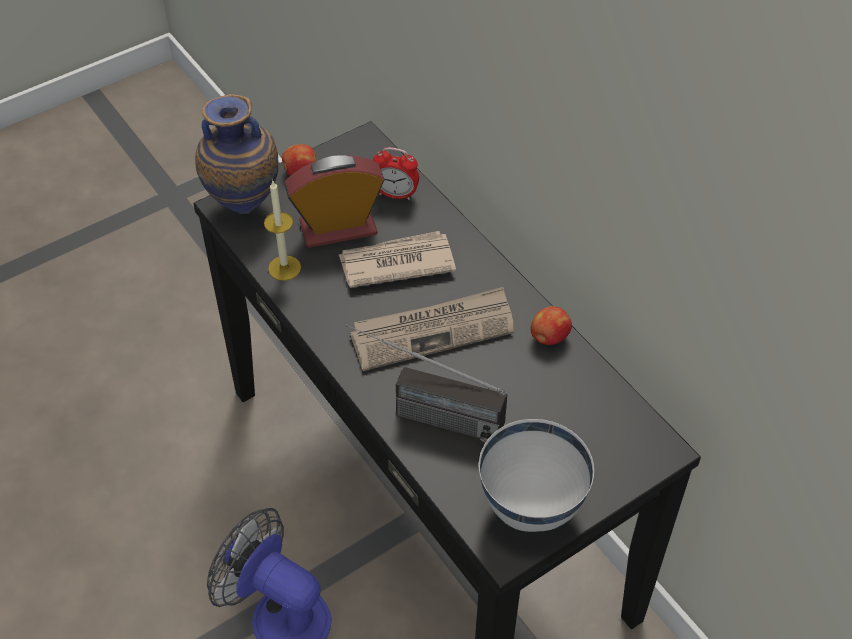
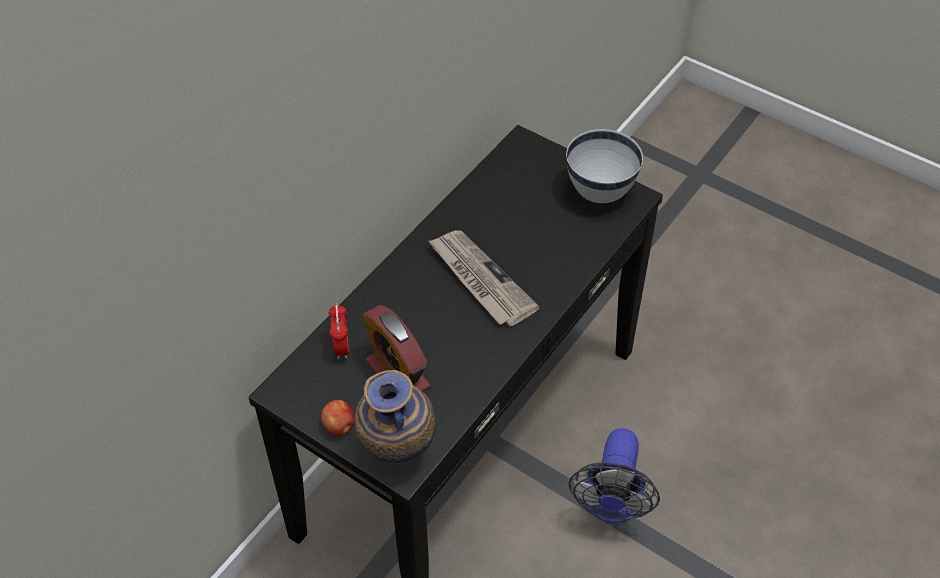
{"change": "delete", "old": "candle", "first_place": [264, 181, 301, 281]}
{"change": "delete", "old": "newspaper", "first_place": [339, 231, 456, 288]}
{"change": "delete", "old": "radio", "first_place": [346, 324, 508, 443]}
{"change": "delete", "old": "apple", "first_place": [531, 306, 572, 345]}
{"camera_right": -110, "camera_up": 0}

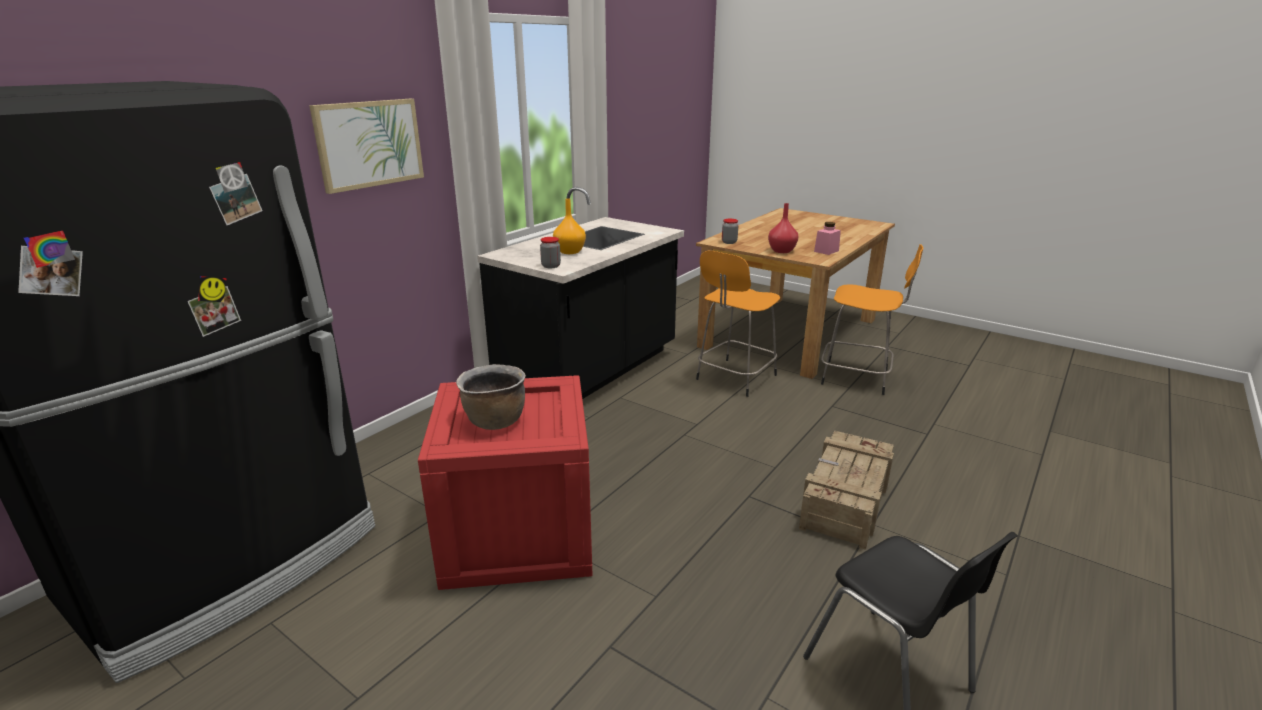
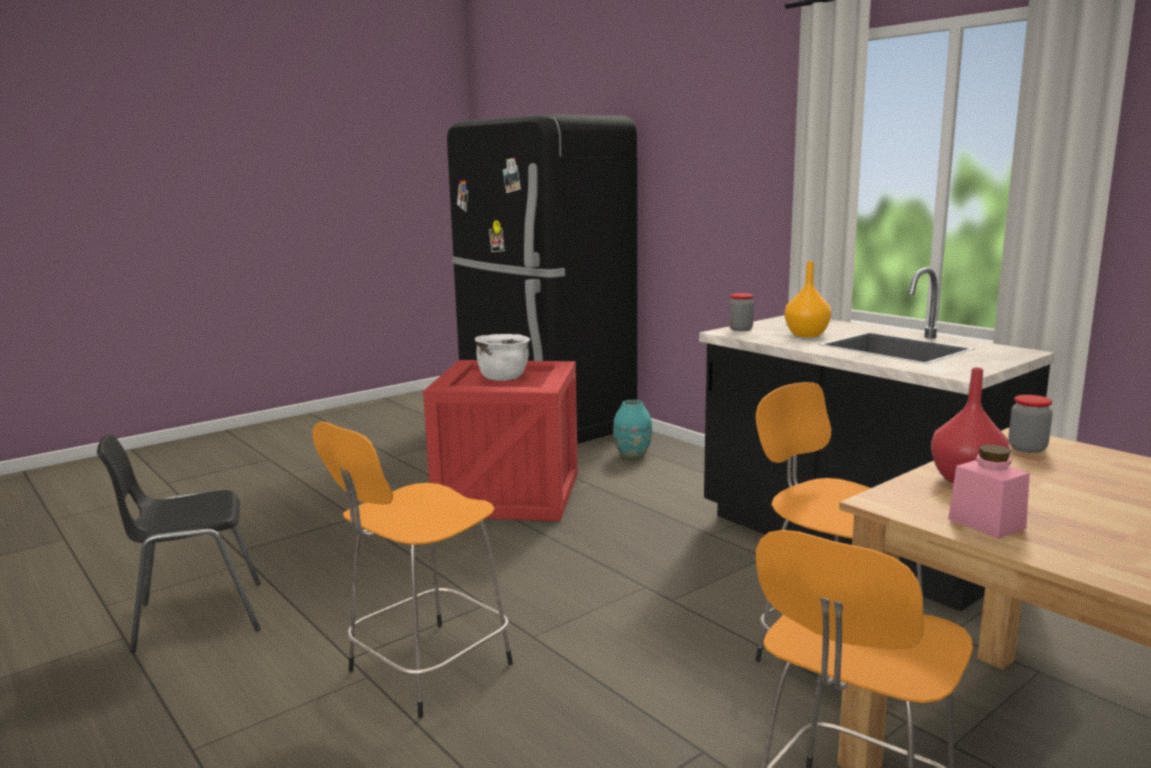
{"change": "delete", "old": "picture", "first_place": [309, 99, 424, 194]}
{"change": "recolor", "old": "brown cooking pot", "new": "white cooking pot", "first_place": [456, 364, 526, 430], "second_place": [475, 334, 530, 381]}
{"change": "replace", "old": "crate", "new": "orange stool", "first_place": [799, 431, 894, 550], "second_place": [312, 422, 513, 718]}
{"change": "insert", "new": "turquoise vase", "second_place": [613, 400, 652, 458]}
{"camera_right": 105, "camera_up": -10}

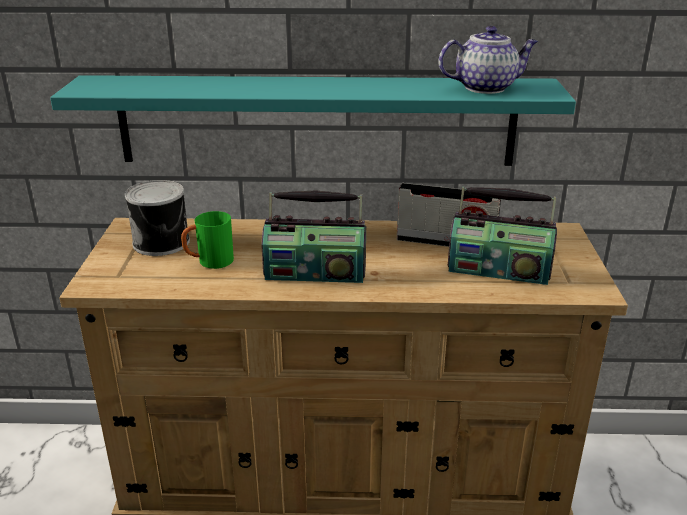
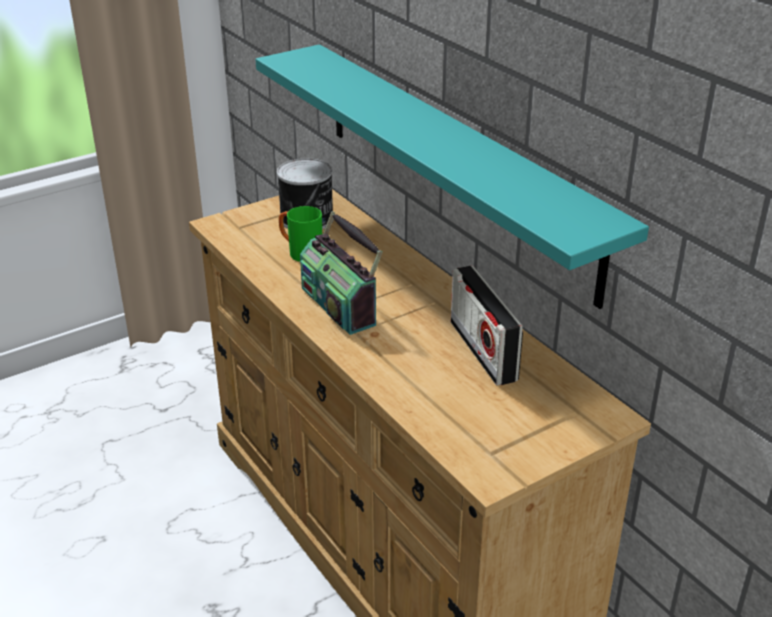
{"change": "delete", "old": "teapot", "first_place": [438, 26, 538, 94]}
{"change": "delete", "old": "radio", "first_place": [448, 187, 557, 285]}
{"camera_right": 55, "camera_up": 5}

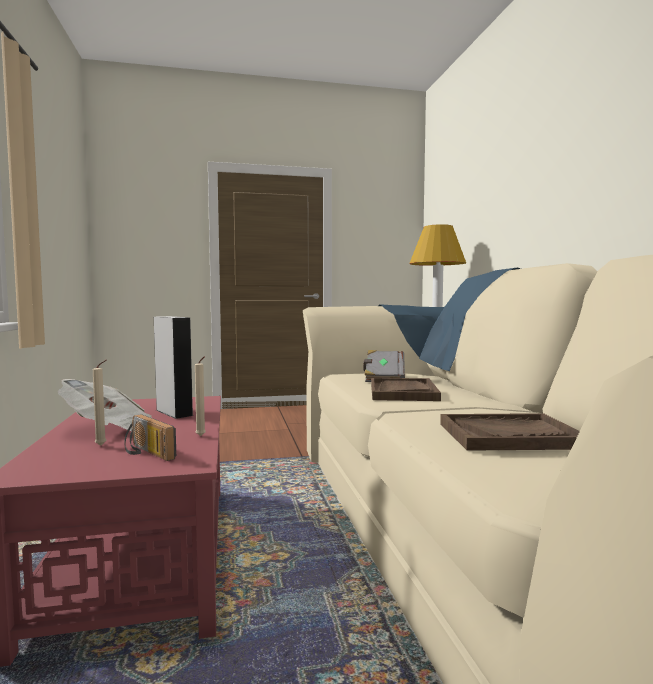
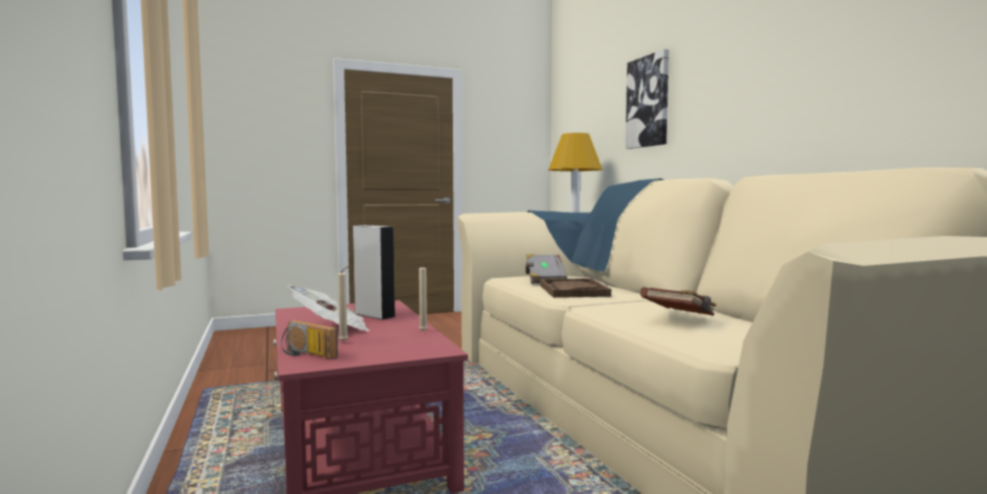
{"change": "move", "old": "radio", "first_place": [124, 414, 176, 461], "second_place": [281, 320, 338, 359]}
{"change": "replace", "old": "brown tray", "new": "brown book", "first_place": [440, 413, 580, 451], "second_place": [640, 287, 716, 316]}
{"change": "insert", "new": "picture", "second_place": [625, 49, 669, 149]}
{"camera_right": -10, "camera_up": 0}

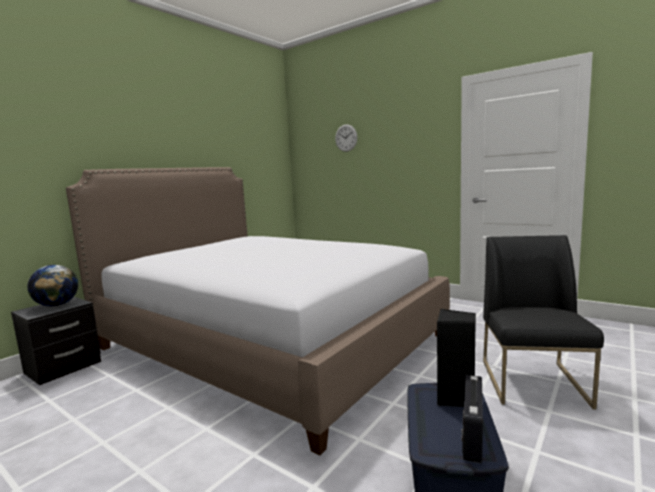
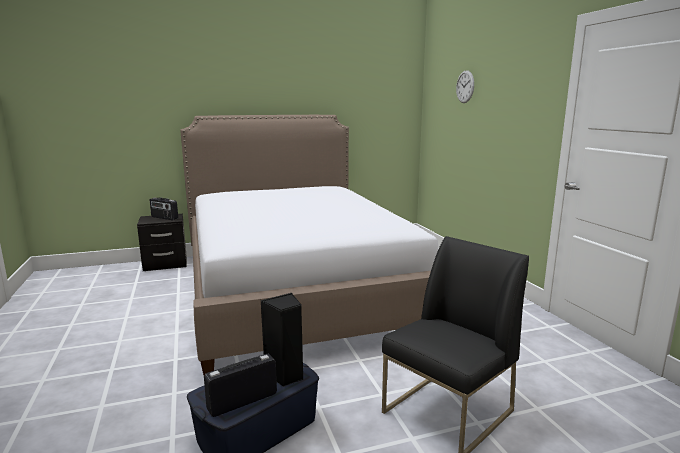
{"change": "replace", "old": "globe", "new": "radio", "first_place": [27, 265, 78, 307], "second_place": [150, 197, 178, 220]}
{"camera_right": 35, "camera_up": 5}

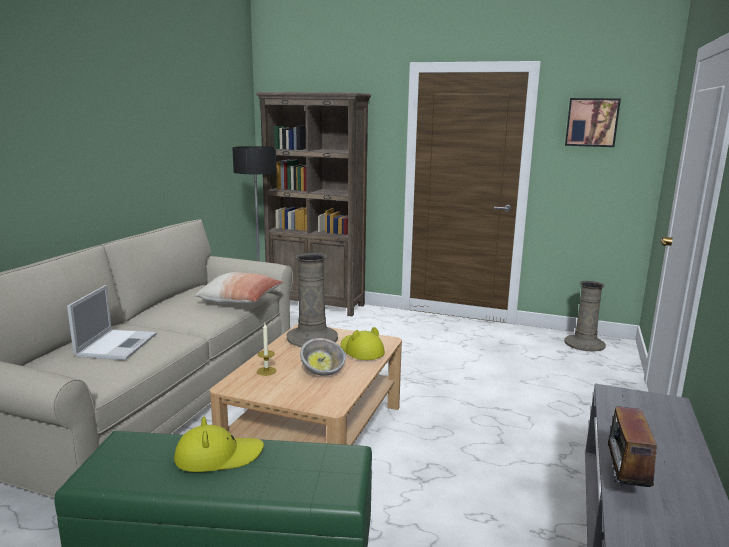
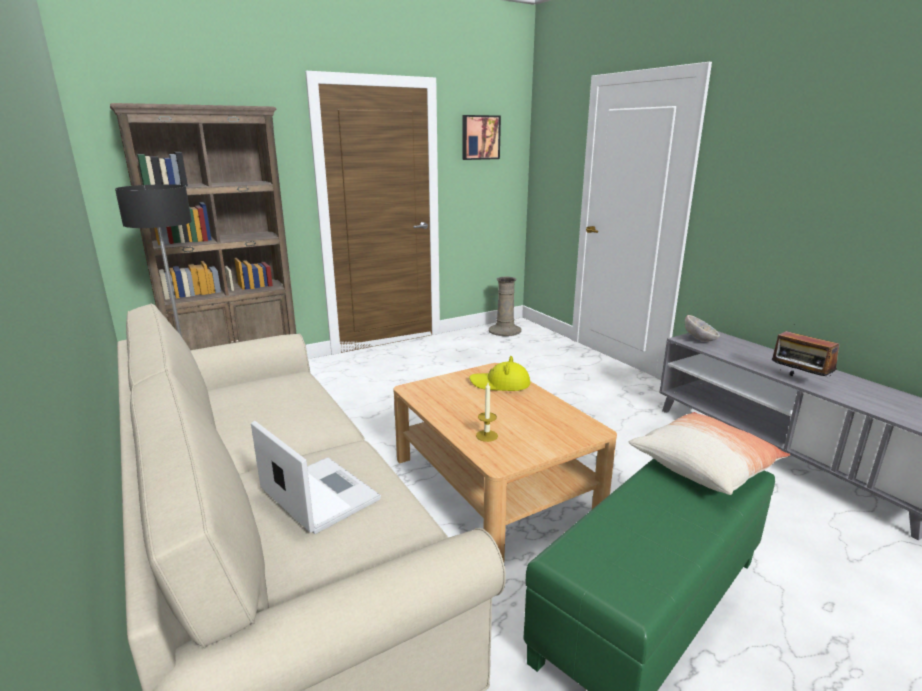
{"change": "delete", "old": "yellow hat", "first_place": [174, 417, 264, 472]}
{"change": "move", "old": "pillow", "first_place": [195, 272, 284, 304], "second_place": [629, 412, 790, 495]}
{"change": "delete", "old": "beige vase", "first_place": [287, 253, 338, 347]}
{"change": "move", "old": "bowl", "first_place": [300, 338, 346, 376], "second_place": [685, 315, 720, 342]}
{"camera_right": -50, "camera_up": 5}

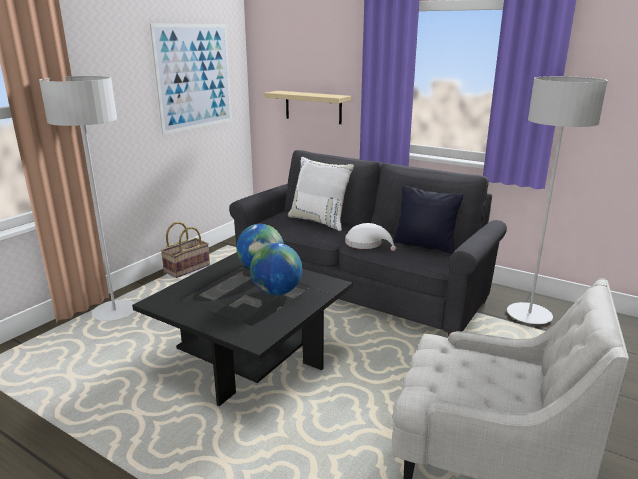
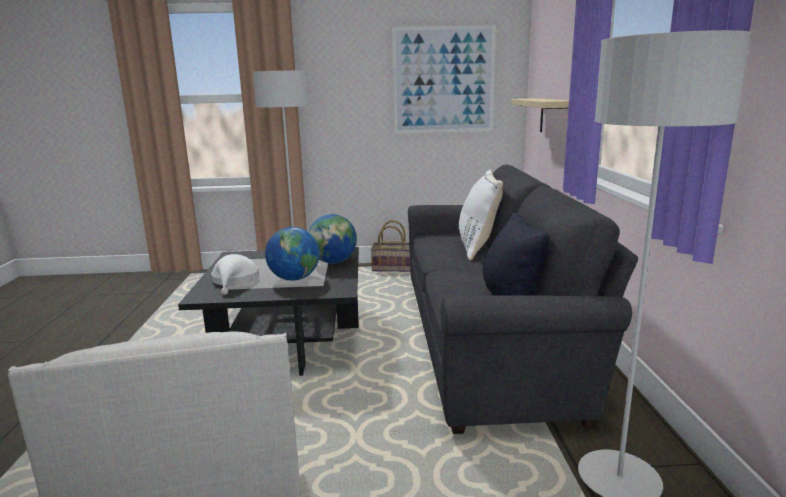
{"change": "move", "old": "white hat", "first_place": [345, 223, 396, 251], "second_place": [211, 254, 259, 295]}
{"camera_right": 55, "camera_up": -5}

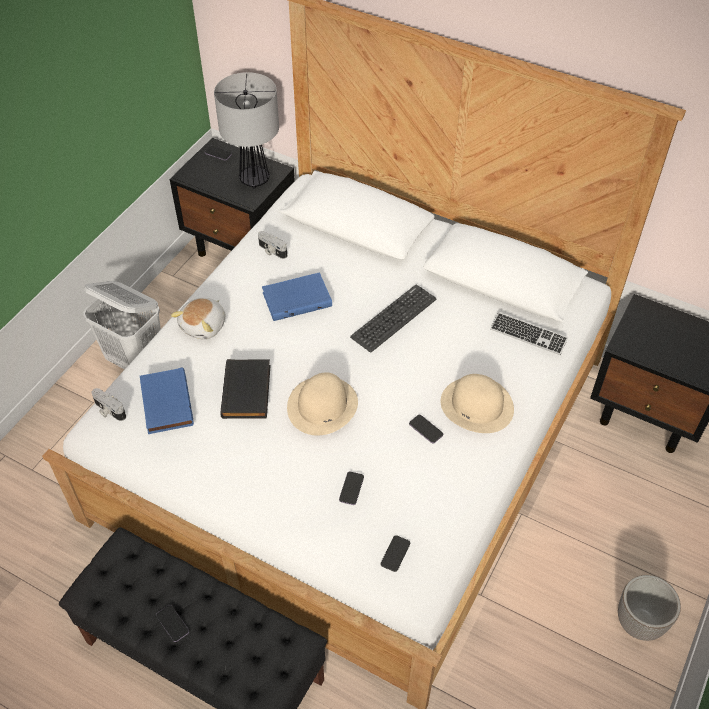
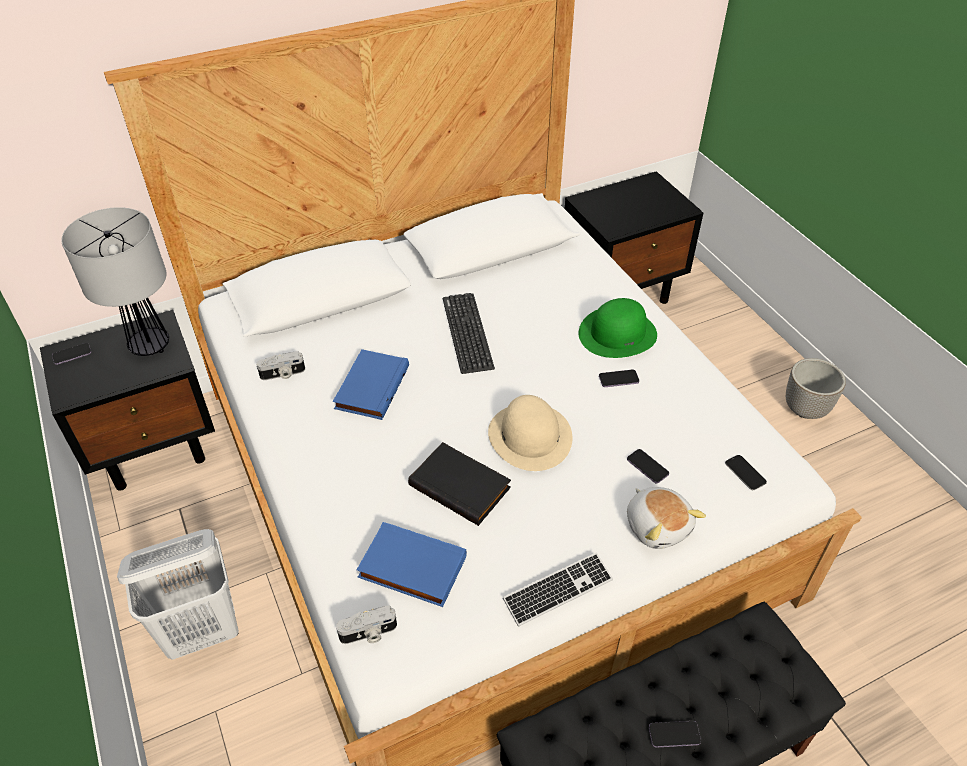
{"change": "move", "old": "plush toy", "first_place": [171, 298, 225, 340], "second_place": [627, 487, 706, 549]}
{"change": "recolor", "old": "beige hat", "new": "green hat", "first_place": [441, 374, 514, 433], "second_place": [579, 298, 657, 358]}
{"change": "move", "old": "keyboard", "first_place": [490, 312, 568, 355], "second_place": [503, 553, 613, 627]}
{"camera_right": -55, "camera_up": -5}

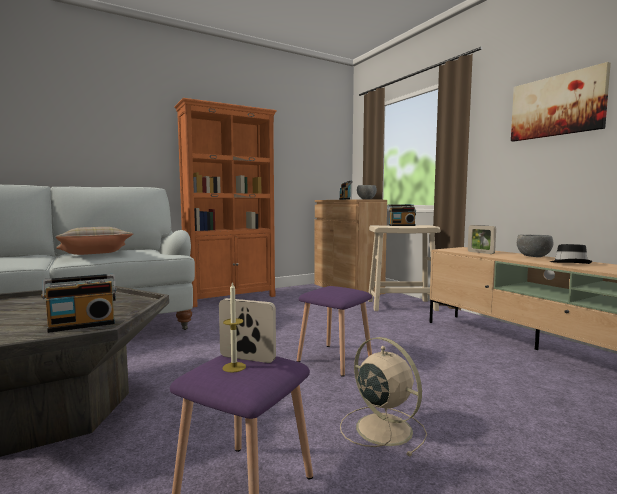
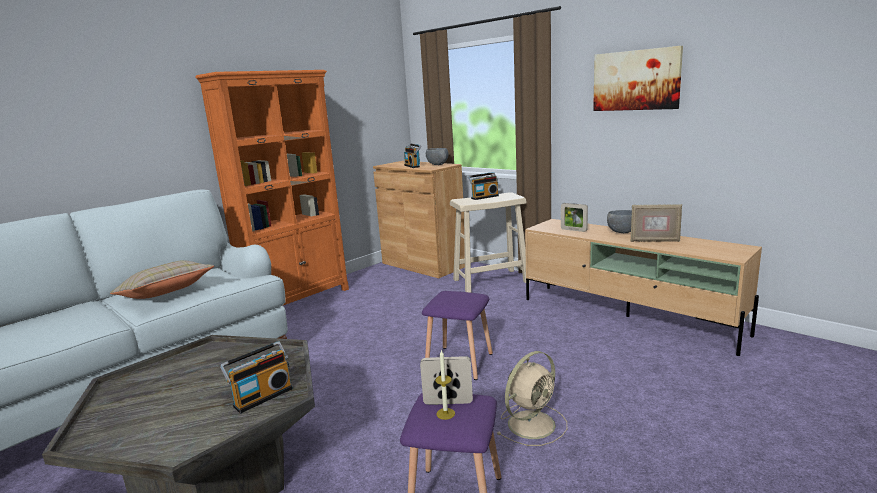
{"change": "rotate", "old": "beige fan", "first_place": [340, 337, 427, 456], "second_place": [497, 351, 567, 446], "degrees": 105}
{"change": "replace", "old": "black hat", "new": "picture frame", "first_place": [550, 244, 592, 264], "second_place": [630, 204, 682, 242]}
{"camera_right": -15, "camera_up": 10}

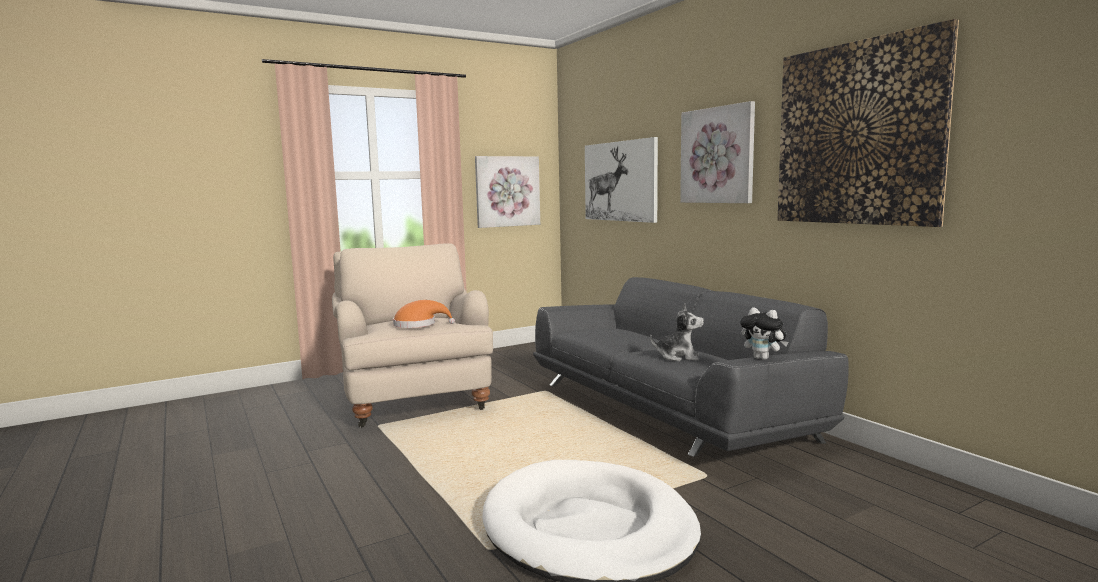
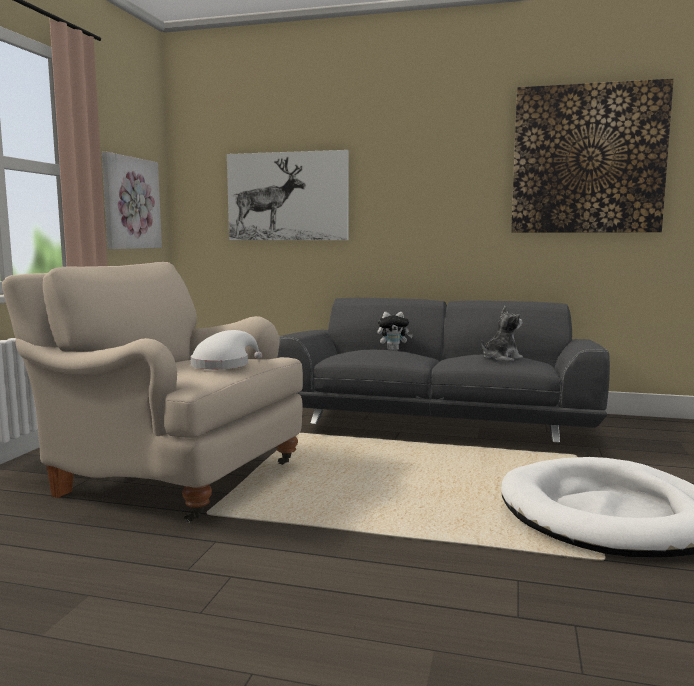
{"change": "recolor", "old": "orange hat", "new": "white hat", "first_place": [393, 300, 455, 328], "second_place": [191, 330, 262, 369]}
{"change": "delete", "old": "picture", "first_place": [680, 101, 755, 203]}
{"change": "move", "old": "plush toy", "first_place": [740, 307, 788, 360], "second_place": [377, 312, 413, 351]}
{"camera_right": -45, "camera_up": 0}

